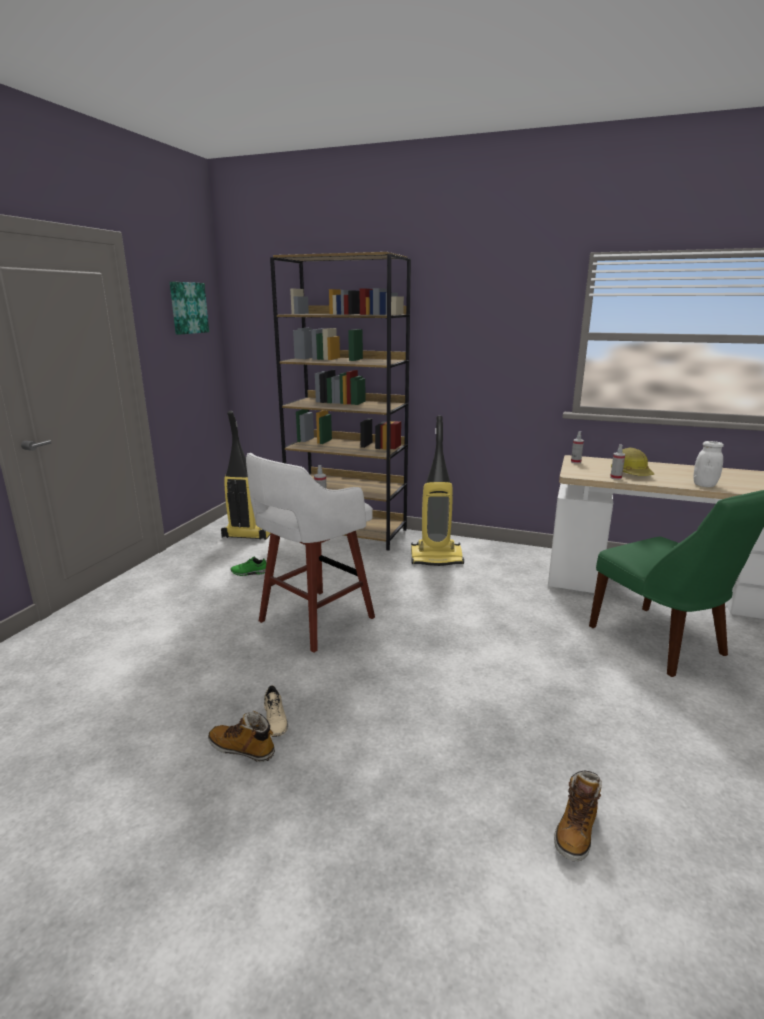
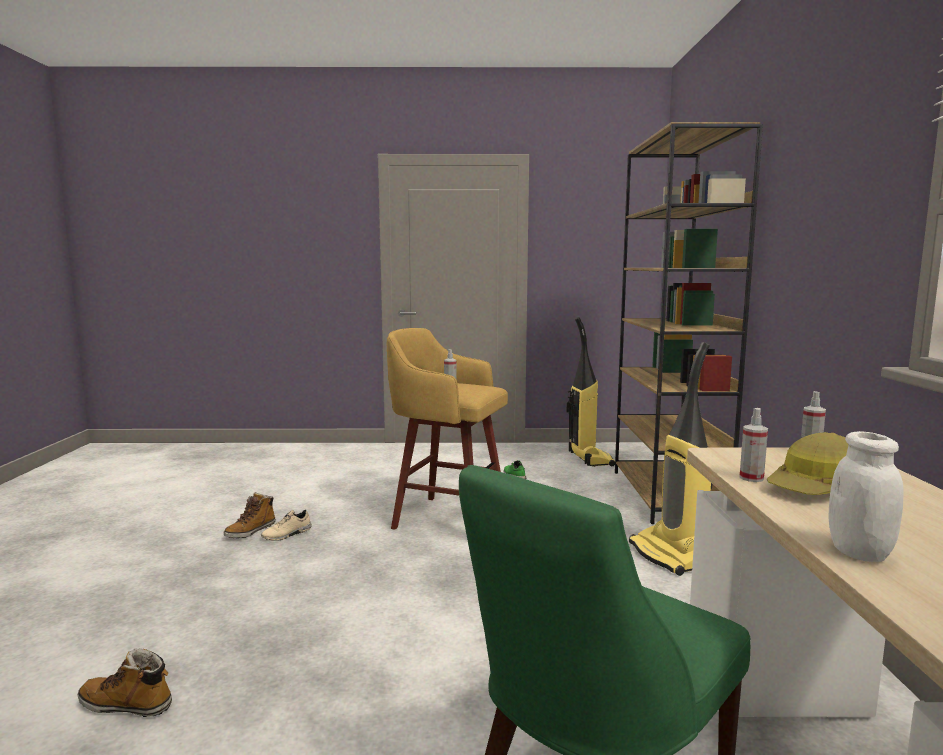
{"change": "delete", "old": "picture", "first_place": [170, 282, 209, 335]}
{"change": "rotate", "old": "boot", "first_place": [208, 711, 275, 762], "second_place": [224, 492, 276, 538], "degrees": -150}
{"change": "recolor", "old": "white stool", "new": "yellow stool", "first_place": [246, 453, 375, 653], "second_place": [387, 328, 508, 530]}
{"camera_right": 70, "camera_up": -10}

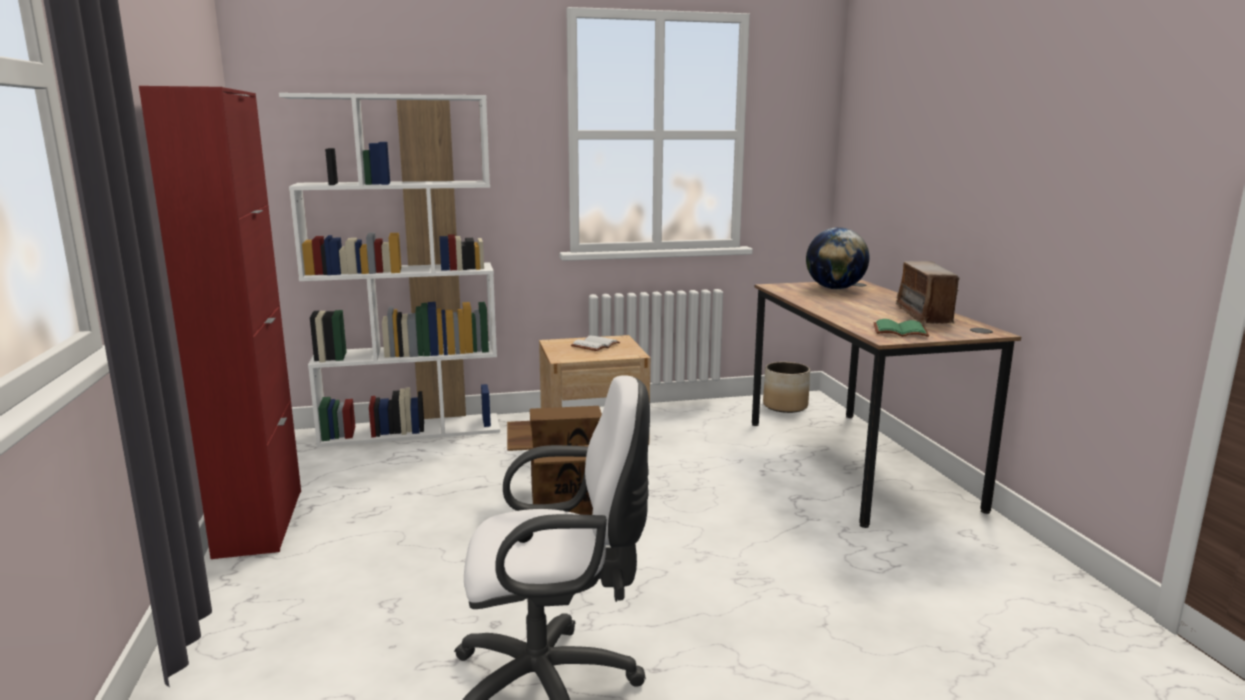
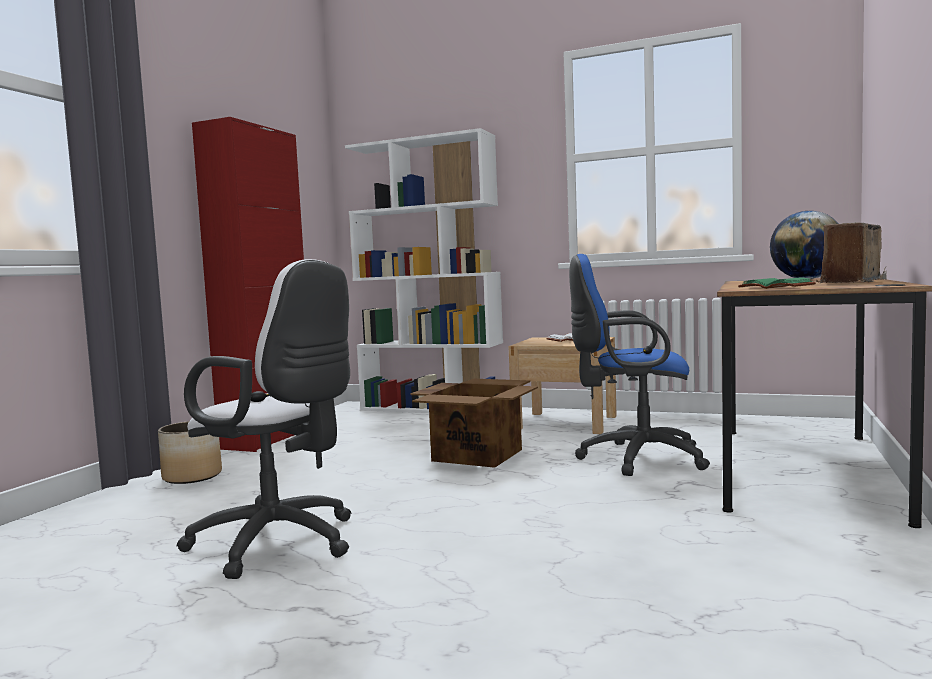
{"change": "move", "old": "planter", "first_place": [763, 362, 810, 413], "second_place": [158, 421, 222, 484]}
{"change": "insert", "new": "blue office chair", "second_place": [569, 254, 710, 476]}
{"camera_right": 35, "camera_up": -10}

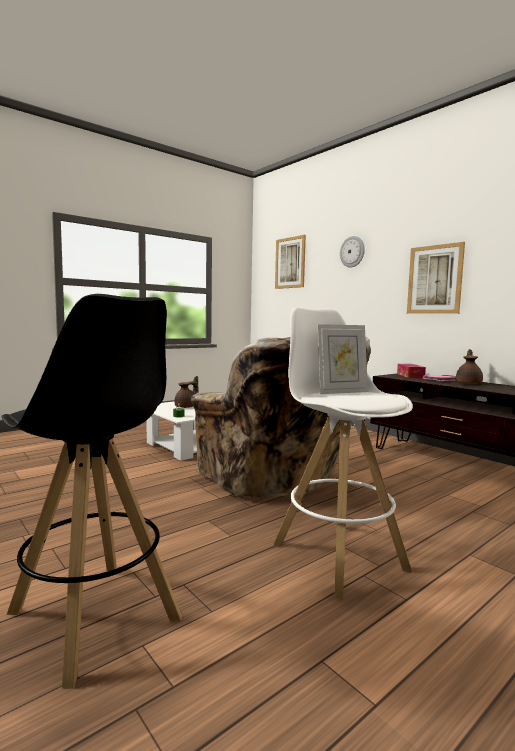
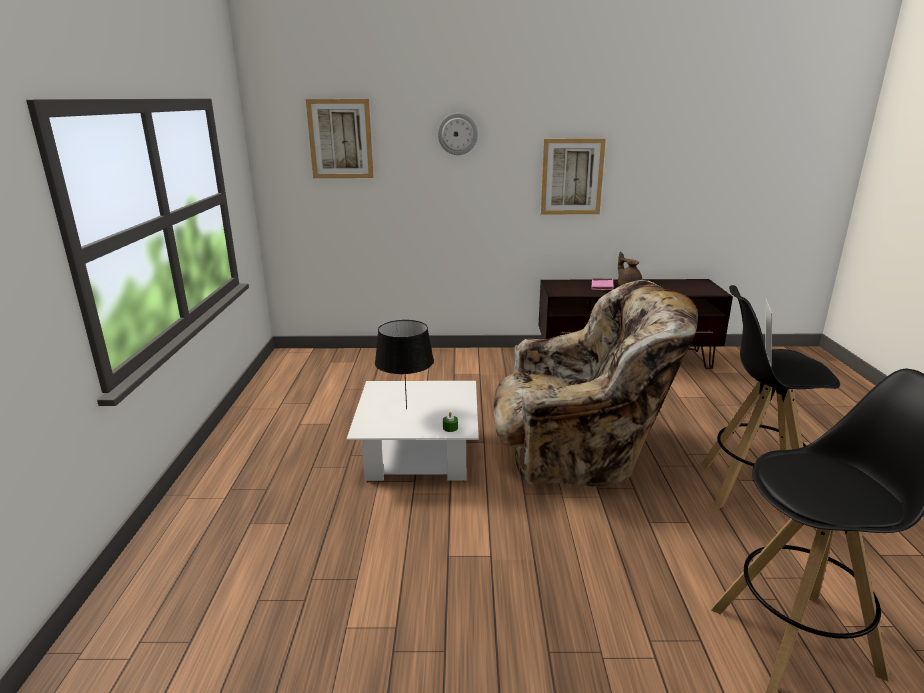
{"change": "replace", "old": "brown teapot", "new": "black table lamp", "first_place": [174, 376, 199, 408], "second_place": [375, 320, 434, 409]}
{"change": "recolor", "old": "white stool", "new": "black stool", "first_place": [273, 307, 413, 600], "second_place": [700, 285, 840, 509]}
{"change": "delete", "old": "tissue box", "first_place": [397, 364, 426, 378]}
{"camera_right": -50, "camera_up": 15}

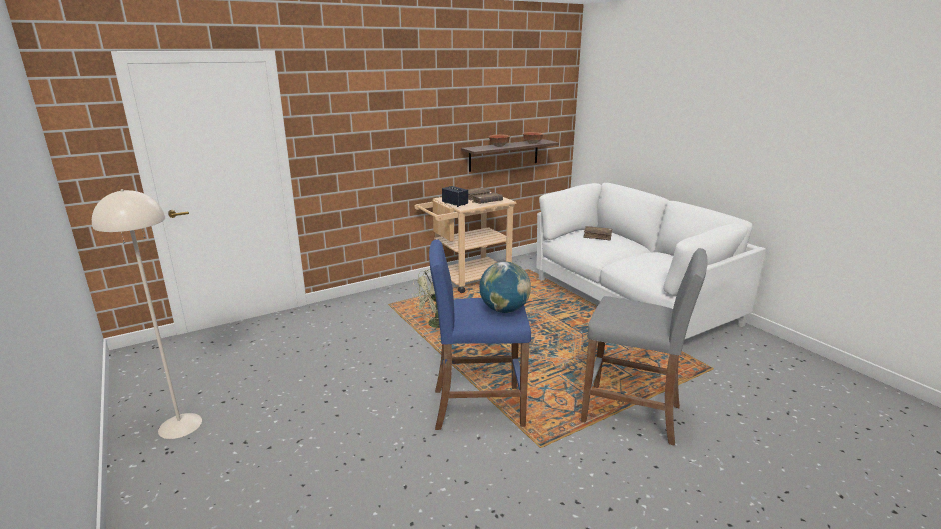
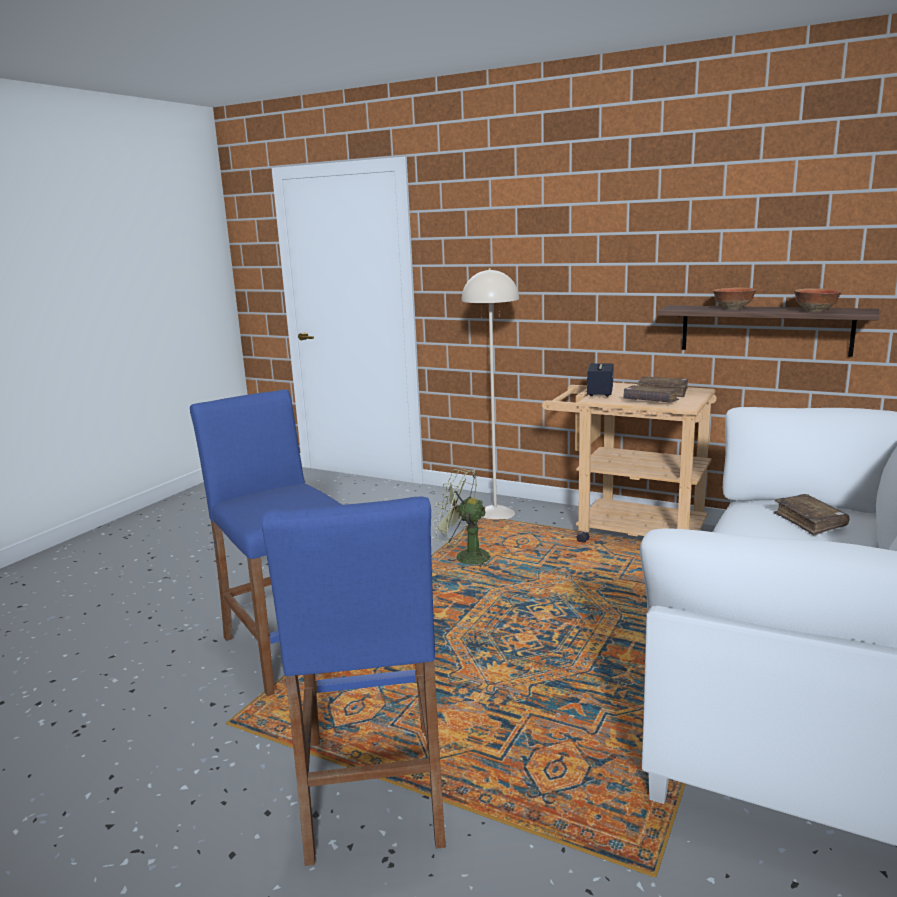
{"change": "move", "old": "beige floor lamp", "first_place": [92, 189, 202, 439], "second_place": [462, 268, 519, 519]}
{"change": "delete", "old": "globe", "first_place": [479, 261, 531, 313]}
{"change": "recolor", "old": "grey stool", "new": "blue stool", "first_place": [581, 248, 708, 446], "second_place": [262, 496, 446, 866]}
{"camera_right": 60, "camera_up": -5}

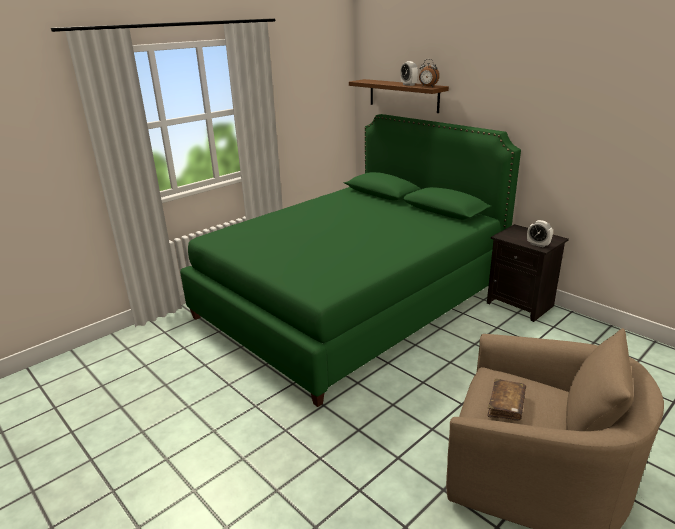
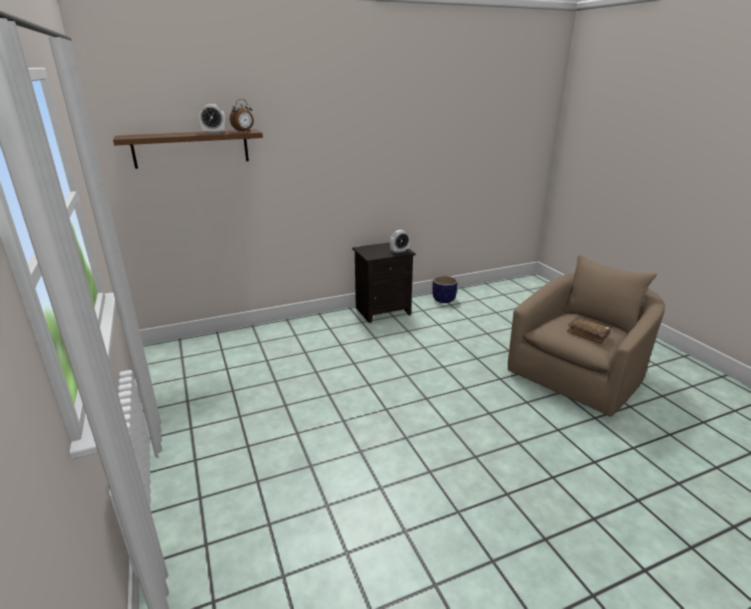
{"change": "delete", "old": "green bed", "first_place": [180, 114, 521, 407]}
{"change": "insert", "new": "planter", "second_place": [432, 276, 458, 303]}
{"camera_right": -70, "camera_up": 0}

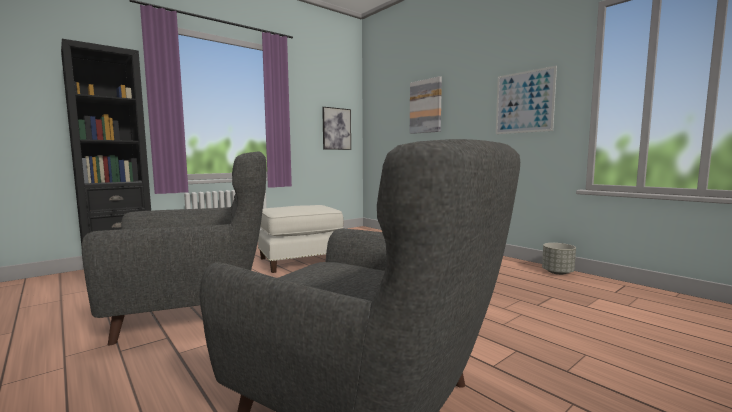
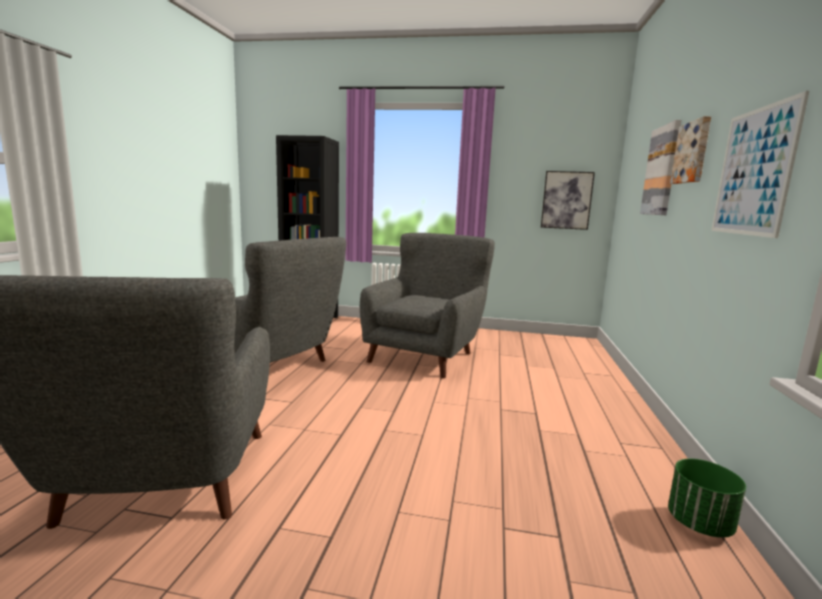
{"change": "replace", "old": "white ottoman", "new": "grey armchair", "first_place": [258, 205, 344, 273], "second_place": [360, 233, 495, 378]}
{"change": "recolor", "old": "grey planter", "new": "green planter", "first_place": [542, 243, 576, 275], "second_place": [668, 459, 746, 538]}
{"change": "insert", "new": "picture", "second_place": [670, 116, 711, 184]}
{"camera_right": 50, "camera_up": 5}

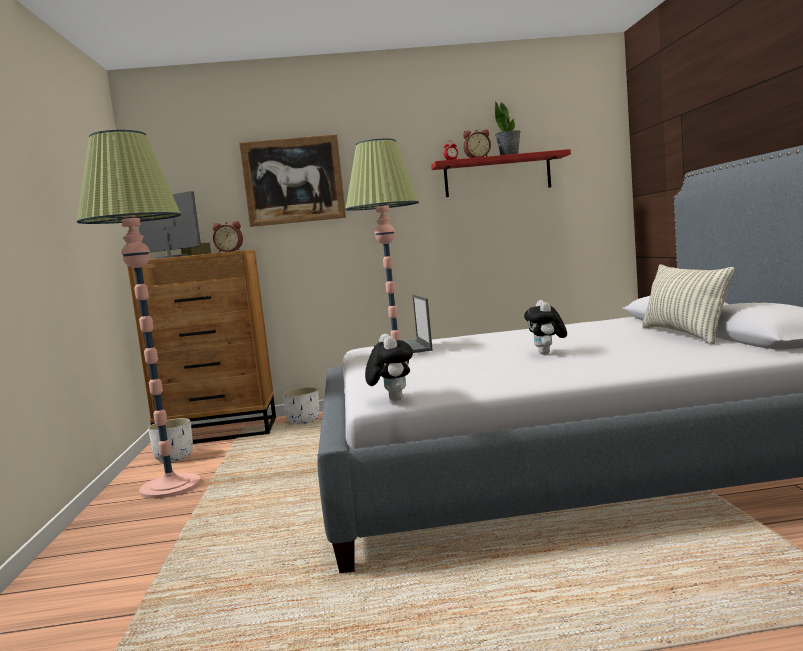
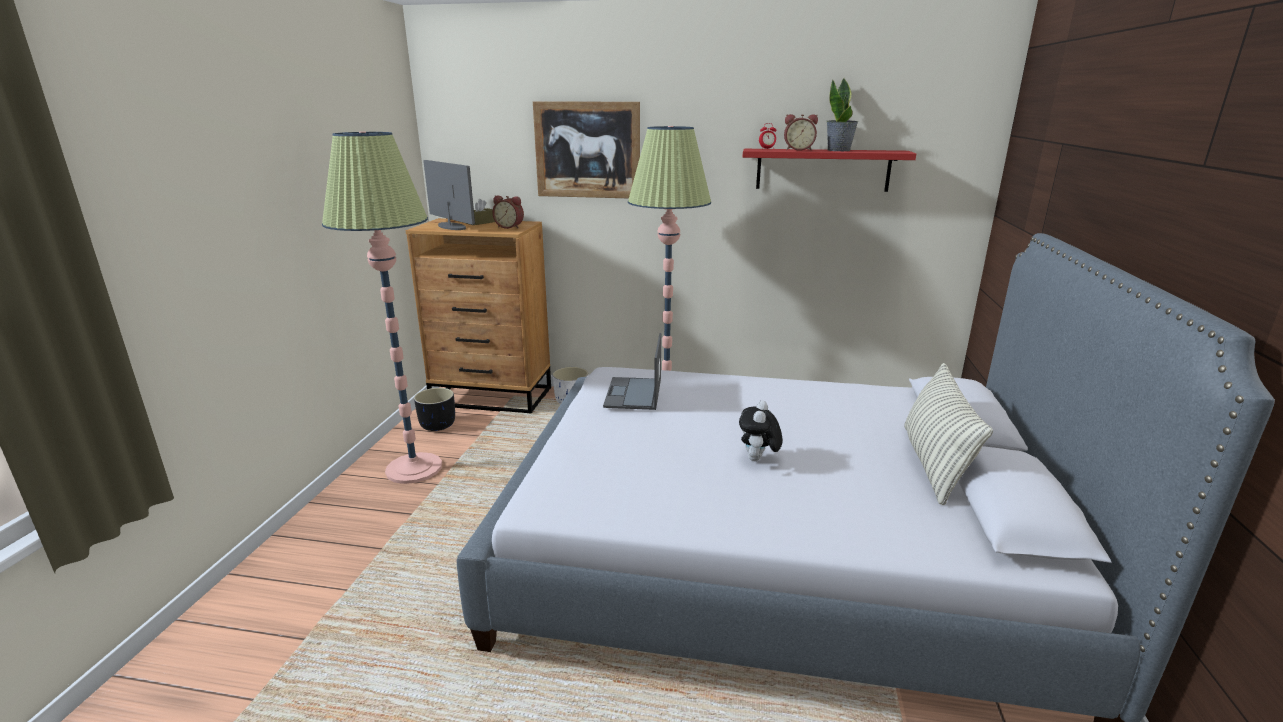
{"change": "recolor", "old": "white planter", "new": "black planter", "first_place": [148, 418, 193, 462], "second_place": [414, 388, 455, 431]}
{"change": "delete", "old": "plush toy", "first_place": [365, 334, 413, 401]}
{"camera_right": 15, "camera_up": 15}

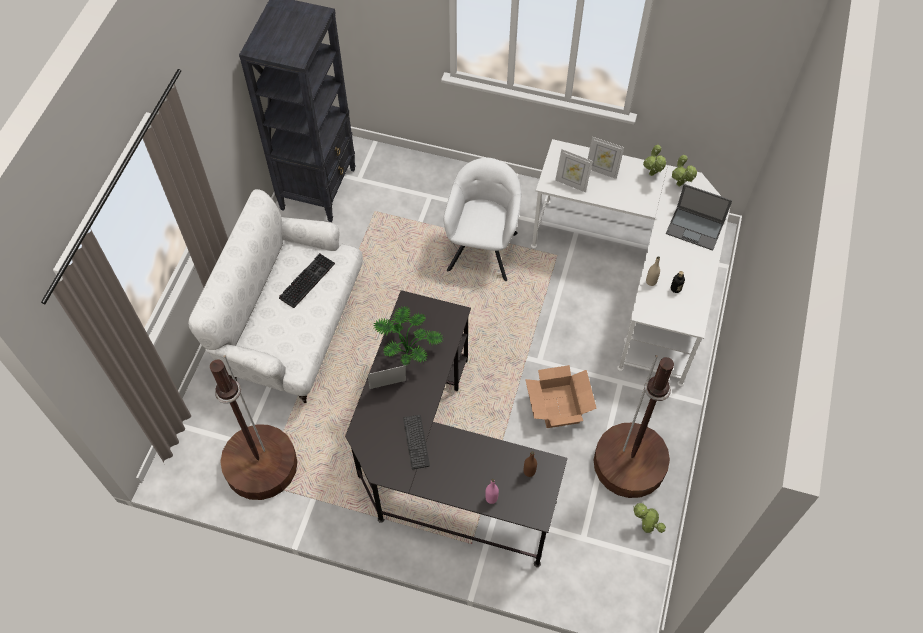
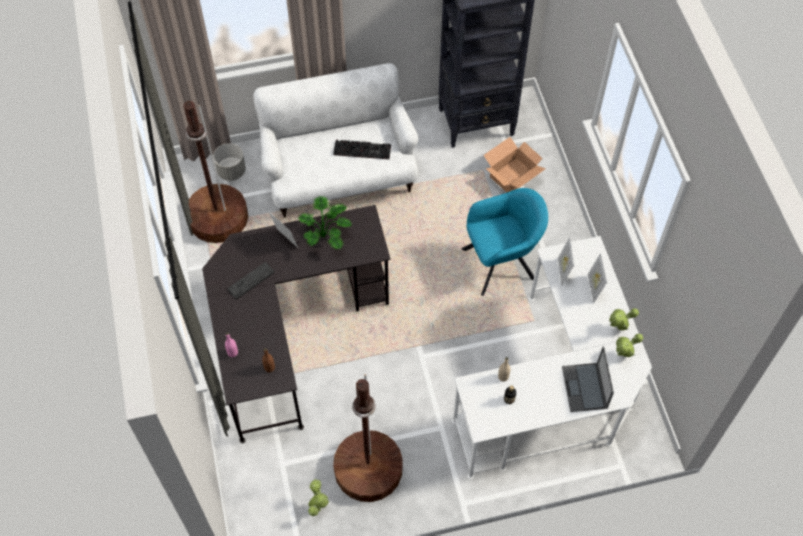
{"change": "recolor", "old": "white armchair", "new": "turquoise armchair", "first_place": [443, 158, 521, 281], "second_place": [462, 188, 548, 296]}
{"change": "move", "old": "cardboard box", "first_place": [525, 365, 597, 428], "second_place": [483, 137, 545, 193]}
{"change": "insert", "new": "grey planter", "second_place": [213, 143, 246, 181]}
{"camera_right": 60, "camera_up": 0}

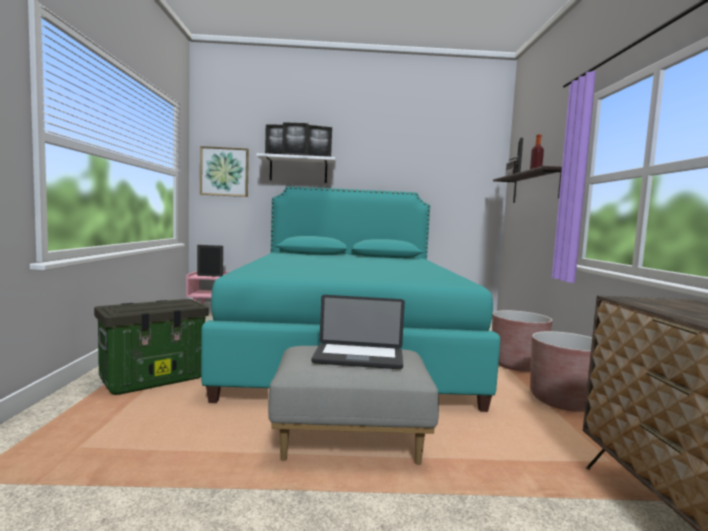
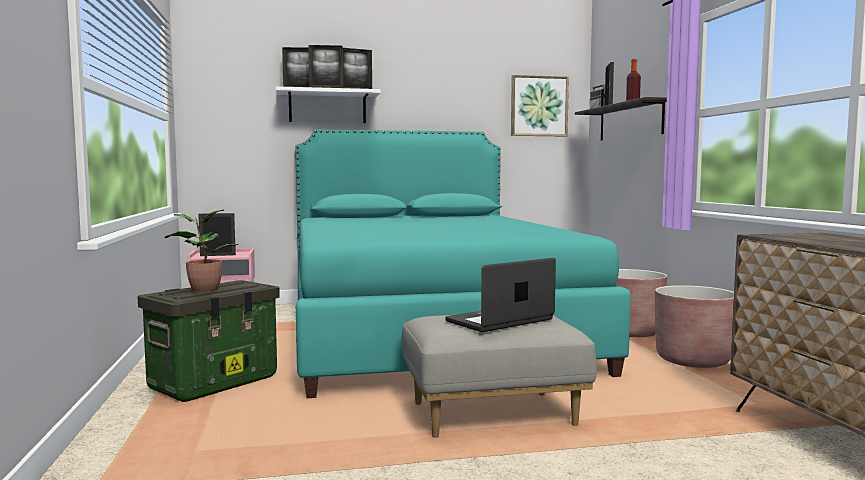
{"change": "move", "old": "picture", "first_place": [200, 146, 249, 197], "second_place": [511, 75, 569, 136]}
{"change": "rotate", "old": "laptop", "first_place": [311, 295, 405, 369], "second_place": [445, 258, 556, 332], "degrees": 150}
{"change": "insert", "new": "potted plant", "second_place": [164, 209, 238, 292]}
{"camera_right": -10, "camera_up": 0}

